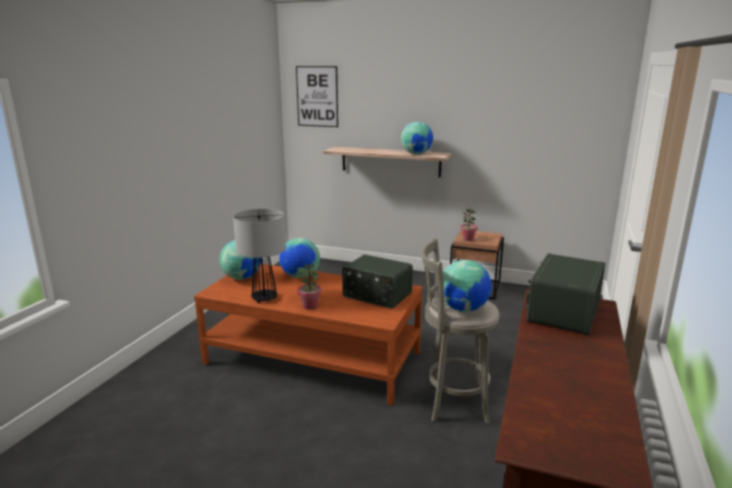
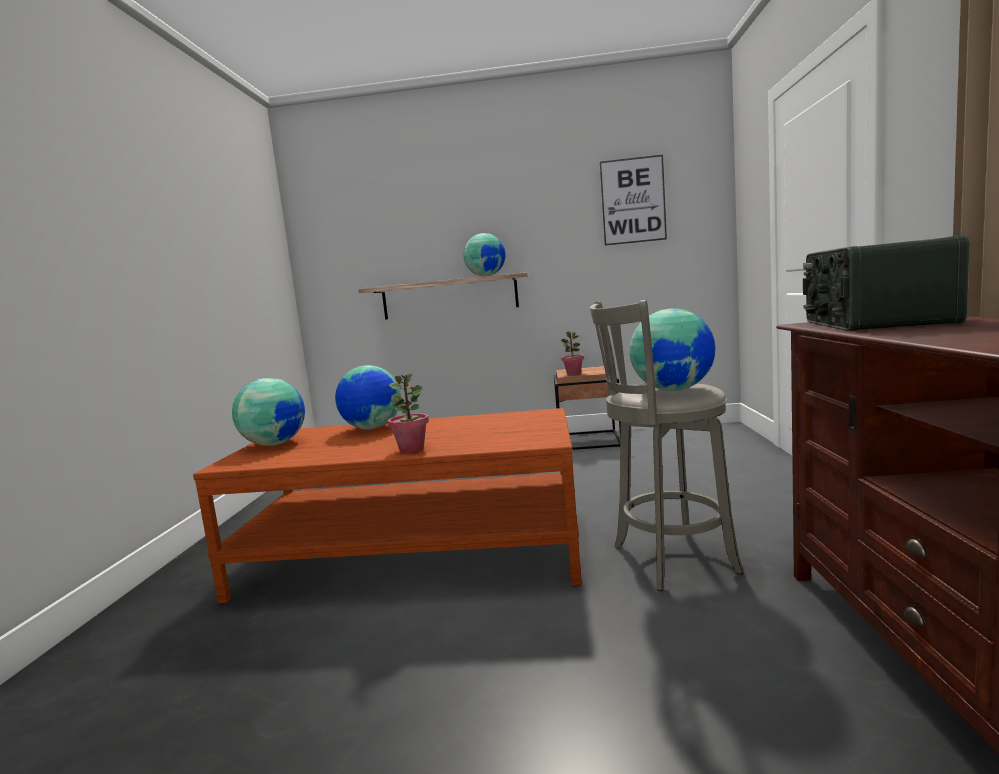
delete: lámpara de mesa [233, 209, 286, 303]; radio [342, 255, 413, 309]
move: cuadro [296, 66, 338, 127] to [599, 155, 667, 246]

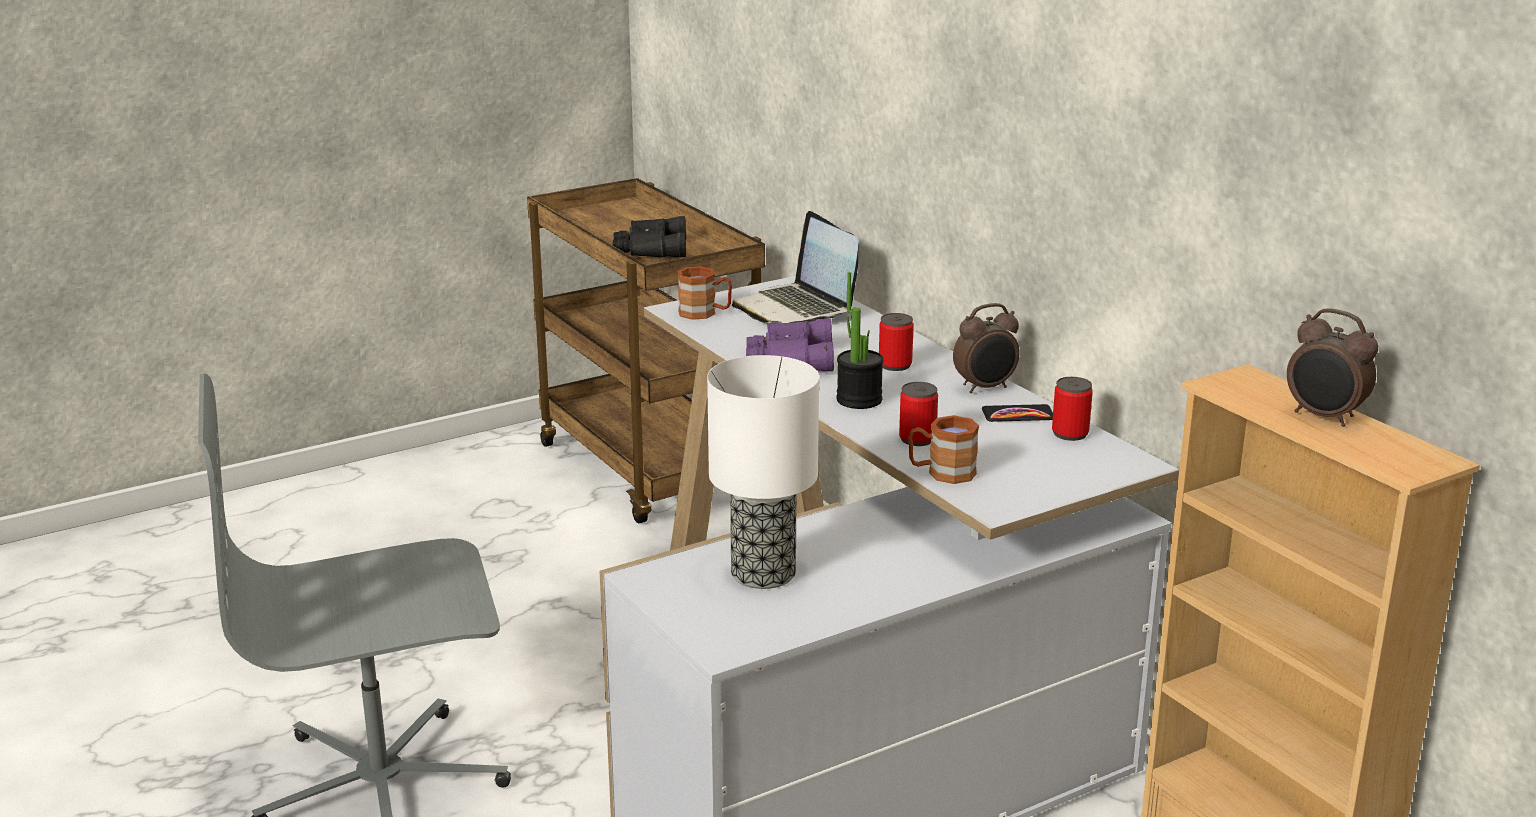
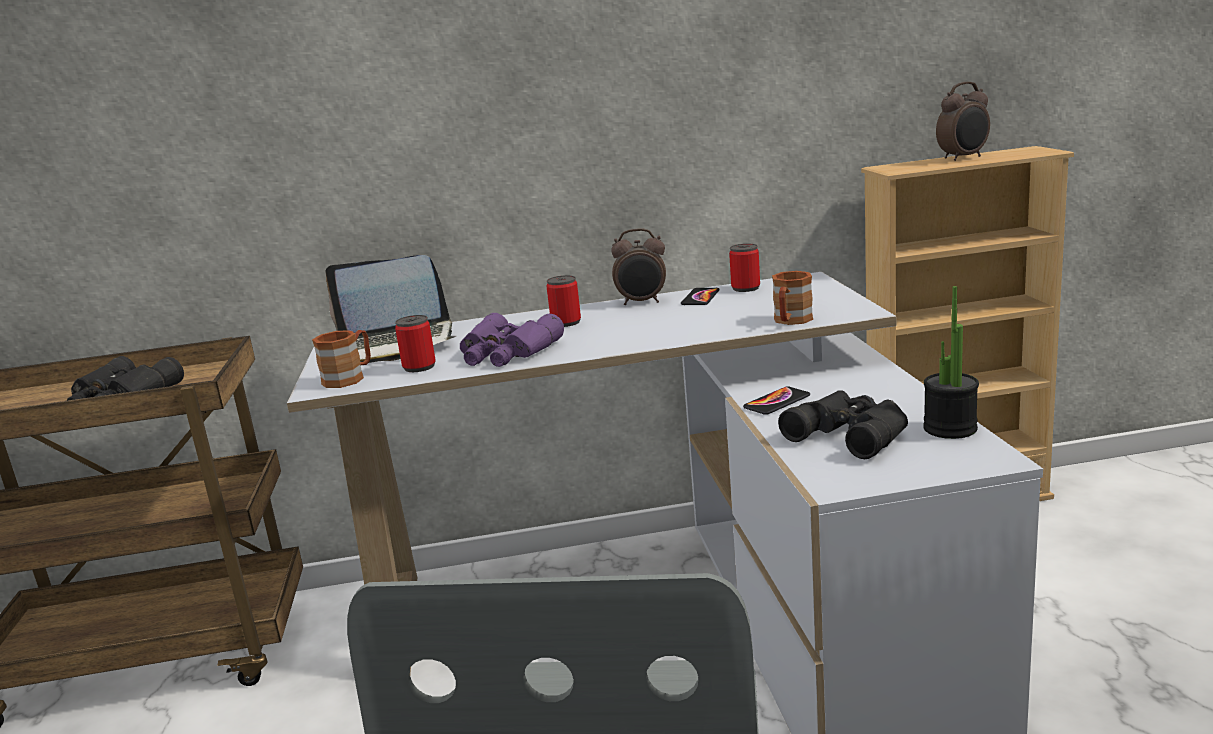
insert: móvil [743, 386, 810, 415]
move: planta en maceta [836, 272, 884, 409] to [923, 286, 979, 439]; lata [899, 382, 938, 446] to [395, 315, 436, 372]
replace: lámpara de mesa [707, 355, 819, 589] to prismáticos (negro) [778, 390, 908, 459]
rotate: despertador [953, 303, 1020, 393] = [611, 228, 666, 305] 90 degrees clockwise

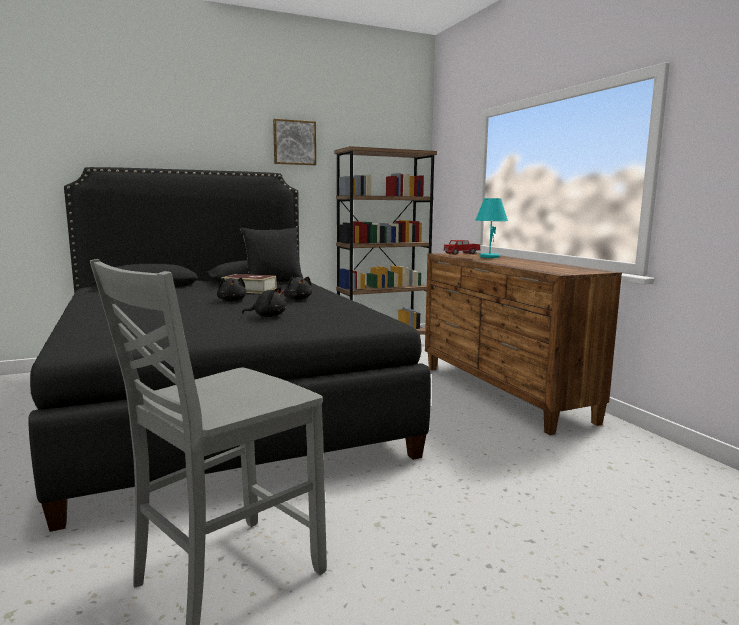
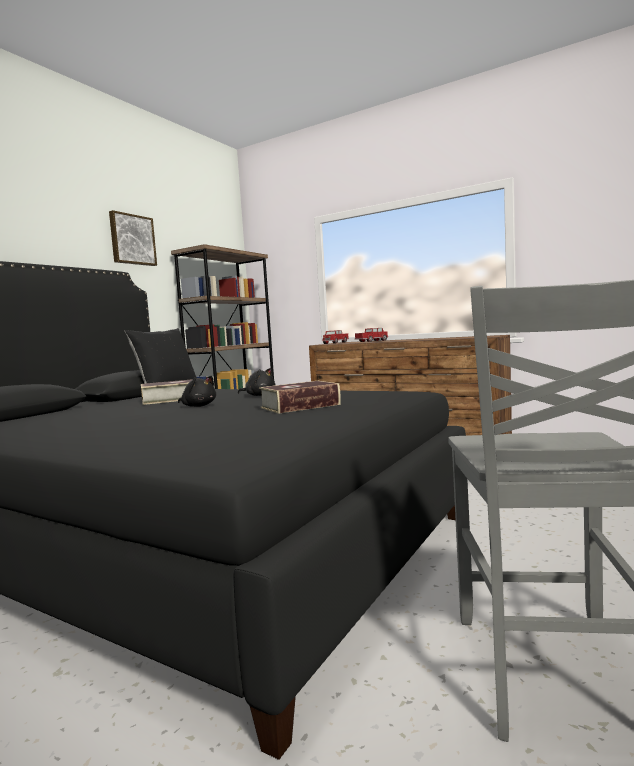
replace: peluche (negro) [242, 287, 286, 317] to libro [259, 381, 341, 414]; lámpara de mesa (turquesa) [475, 198, 508, 258] to camión de juguete [355, 328, 388, 342]

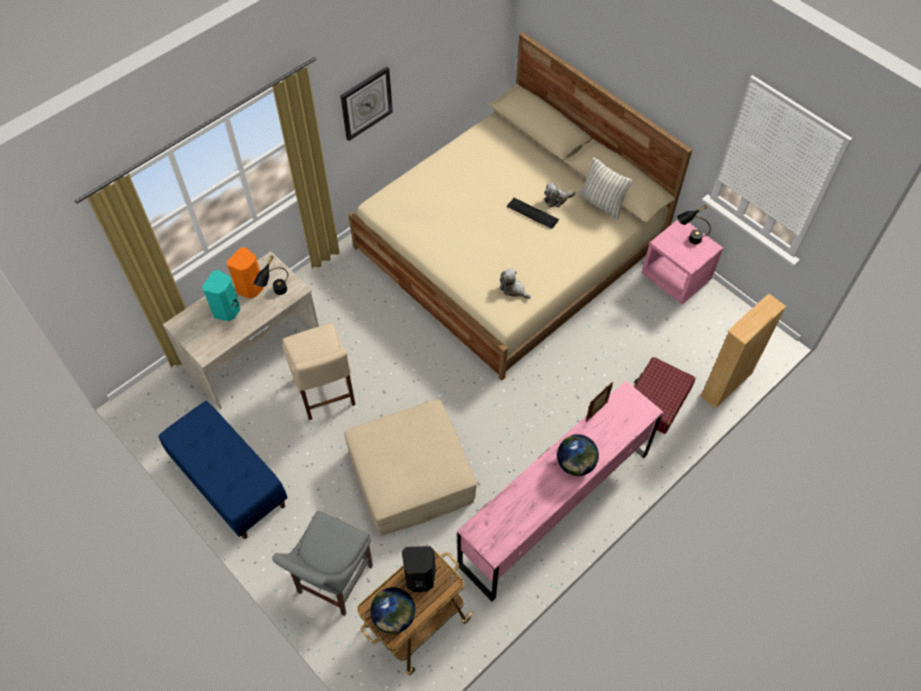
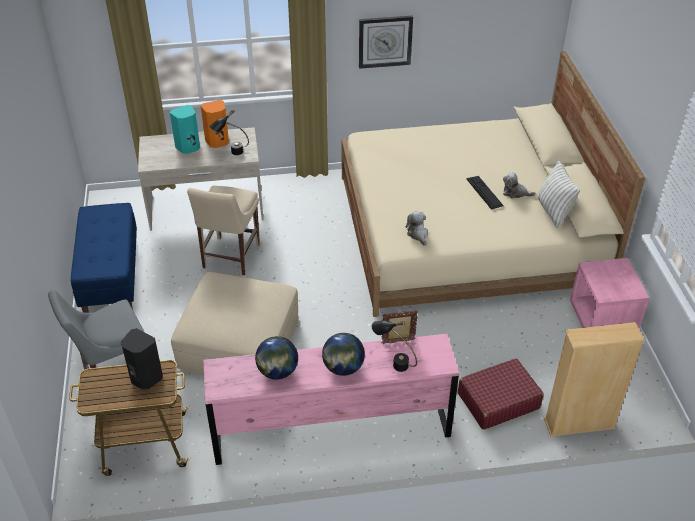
move: globo terráqueo [370, 587, 415, 634] to [255, 336, 298, 380]; lámpara de mesa (negro) [677, 205, 711, 244] to [372, 320, 417, 372]

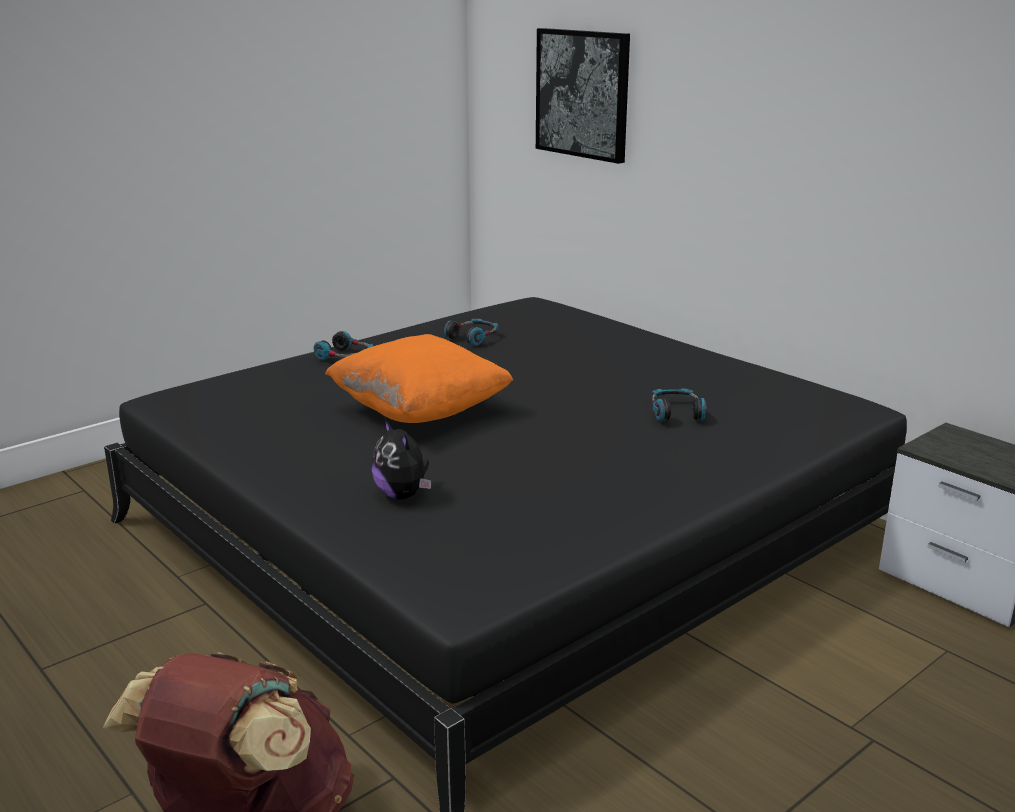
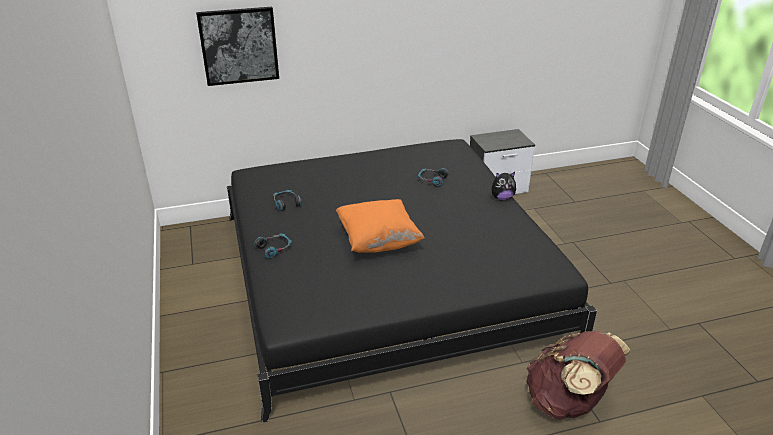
move: peluche [372, 419, 431, 500] to [491, 172, 516, 201]

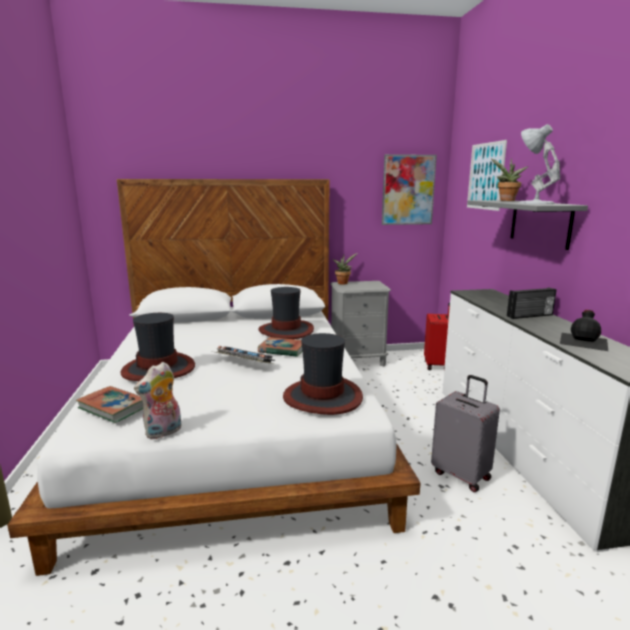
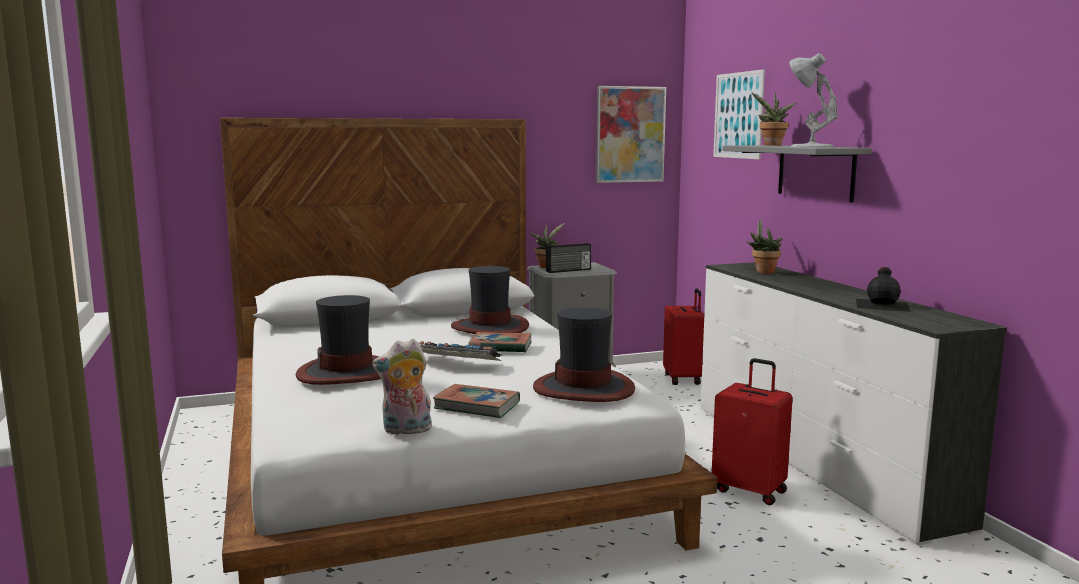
insert: planta en maceta [747, 218, 782, 274]
move: libro [76, 386, 143, 423] to [433, 384, 520, 418]; radio [507, 288, 556, 319] to [546, 243, 591, 273]
recolor: maleta (gris) [431, 375, 500, 492] to maleta (rojo) [712, 358, 793, 505]
rotate: peluche [134, 362, 181, 440] = [372, 339, 434, 435] 45 degrees clockwise

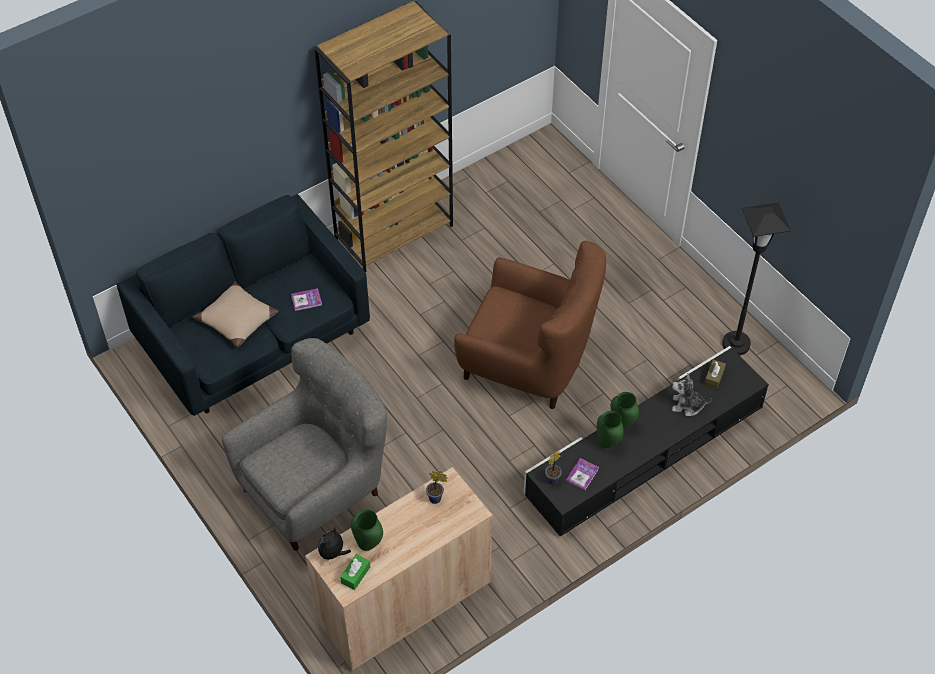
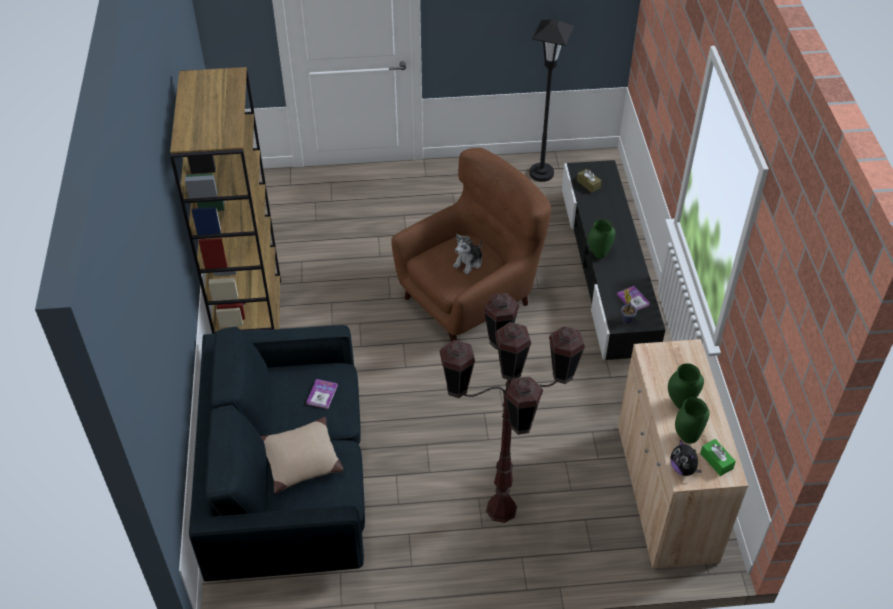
delete: planta en maceta [426, 471, 447, 504]
move: florero (verde) [597, 411, 624, 448] to [668, 363, 704, 409]; peluche [672, 373, 712, 416] to [453, 234, 482, 274]
replace: sillón (gris) [222, 338, 387, 551] to lámpara de pie (marrón) [439, 293, 585, 523]

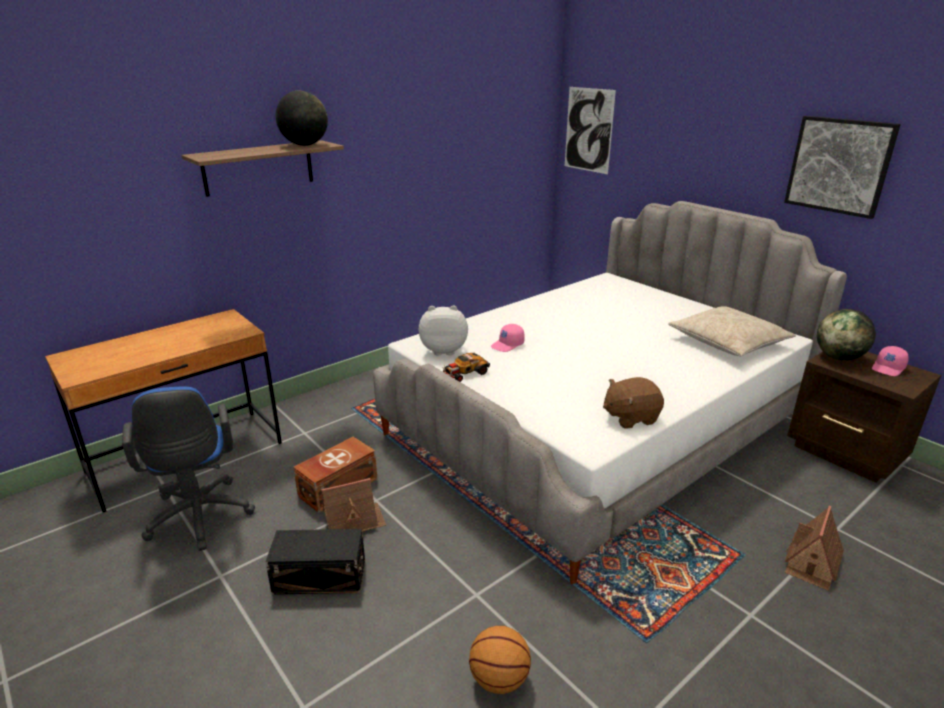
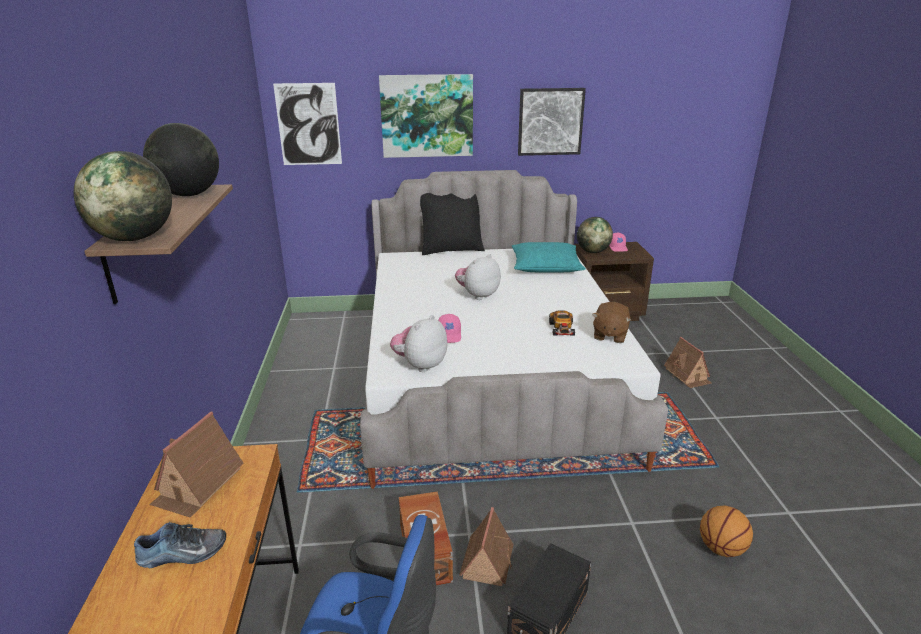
insert: globo terráqueo [74, 151, 172, 241]; zapato [134, 522, 226, 568]; casita [149, 411, 244, 518]; cuadro [379, 74, 473, 158]; cojín (negro) [420, 193, 485, 255]; peluche [455, 254, 501, 300]
move: coche de juguete [442, 353, 490, 382] to [549, 310, 575, 336]
recolor: cojín (beis) [668, 306, 796, 357] to cojín (turquesa) [512, 242, 586, 273]

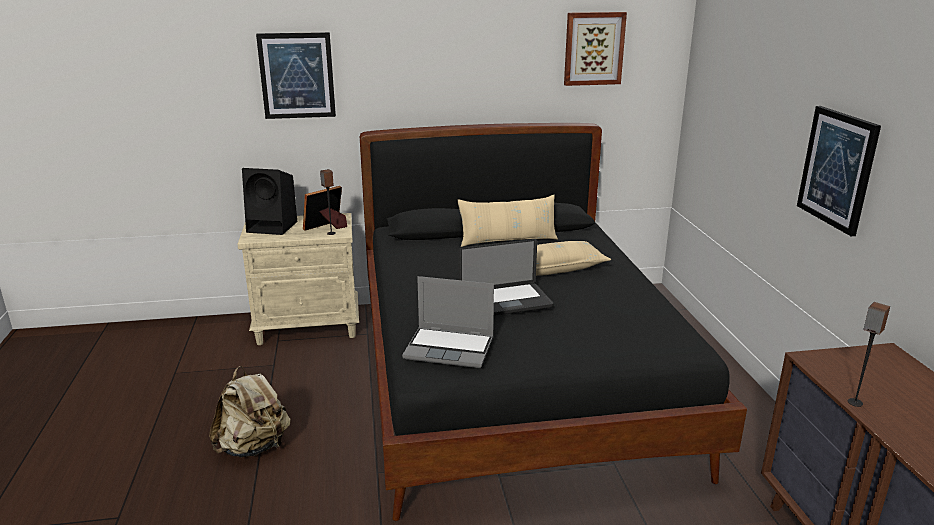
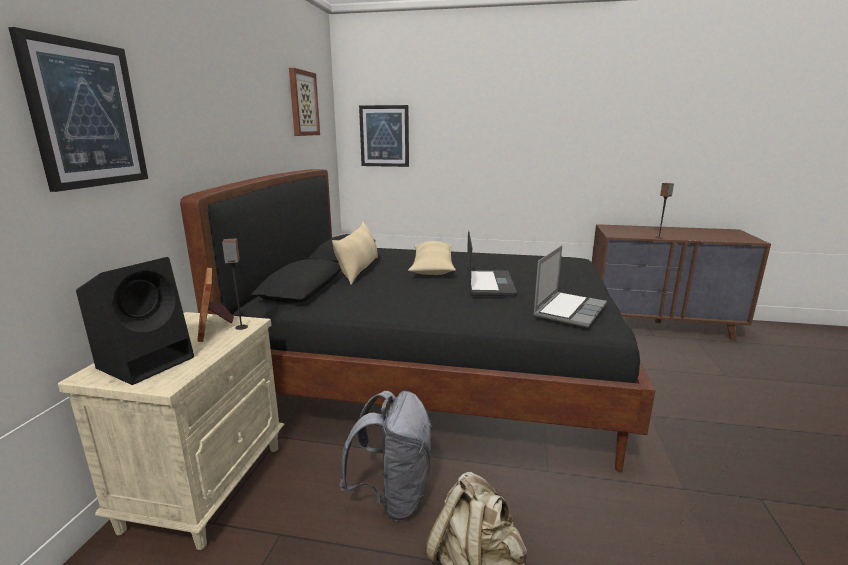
insert: mochila (gris) [339, 391, 432, 521]
move: cuadro [797, 106, 881, 236] to [359, 105, 409, 167]

